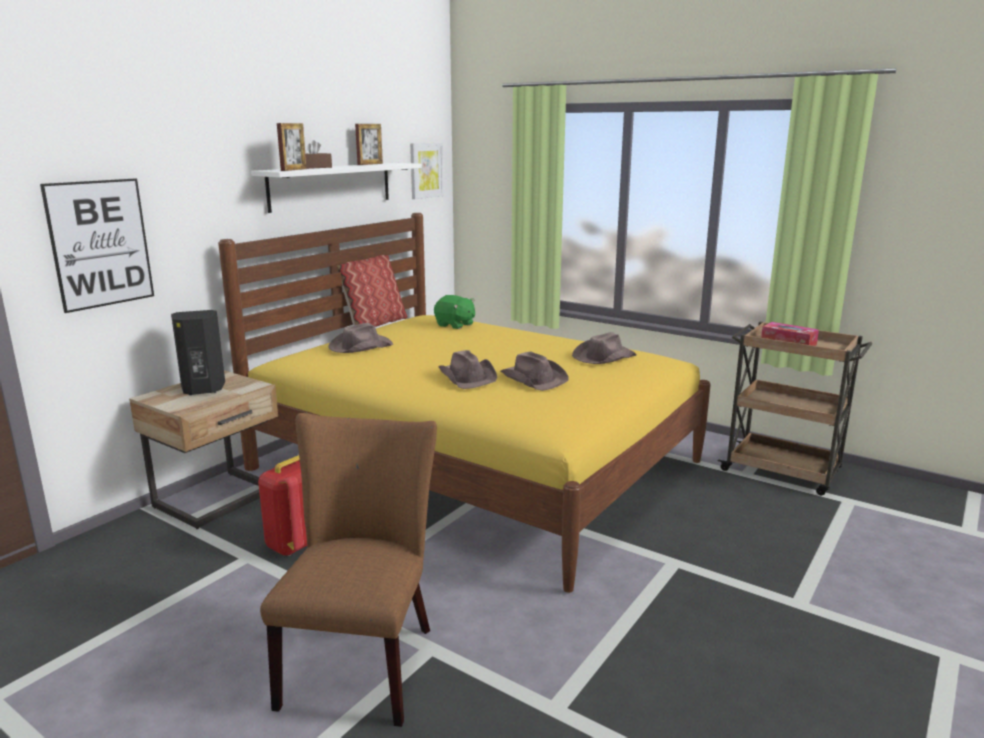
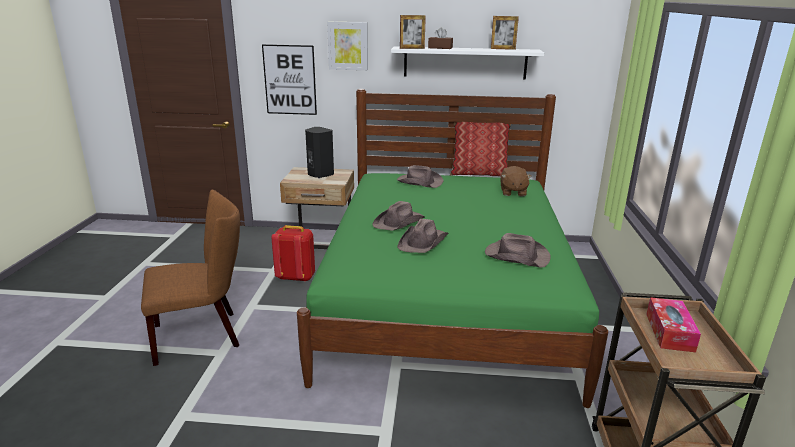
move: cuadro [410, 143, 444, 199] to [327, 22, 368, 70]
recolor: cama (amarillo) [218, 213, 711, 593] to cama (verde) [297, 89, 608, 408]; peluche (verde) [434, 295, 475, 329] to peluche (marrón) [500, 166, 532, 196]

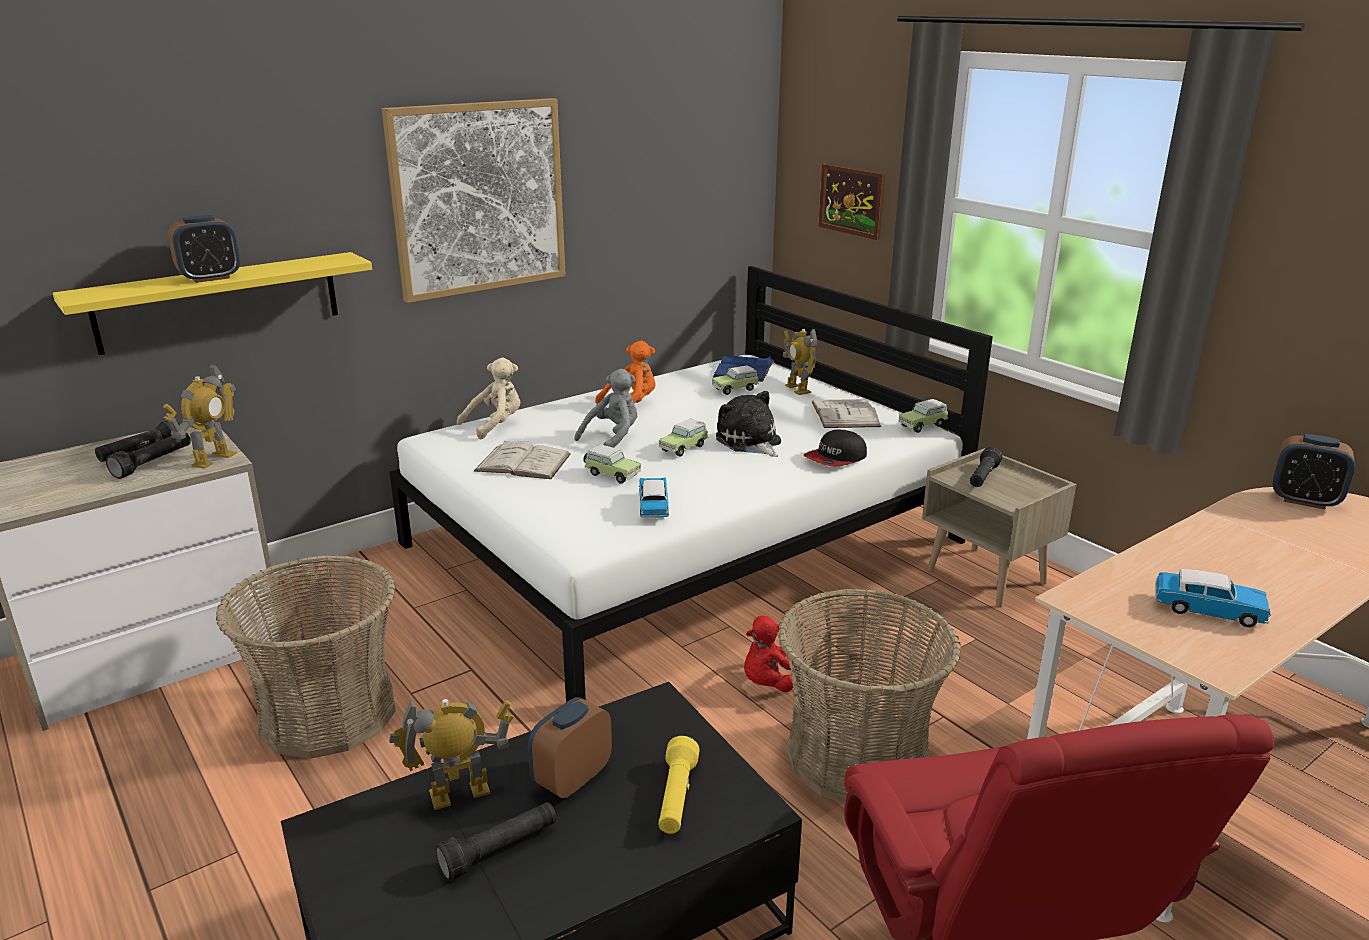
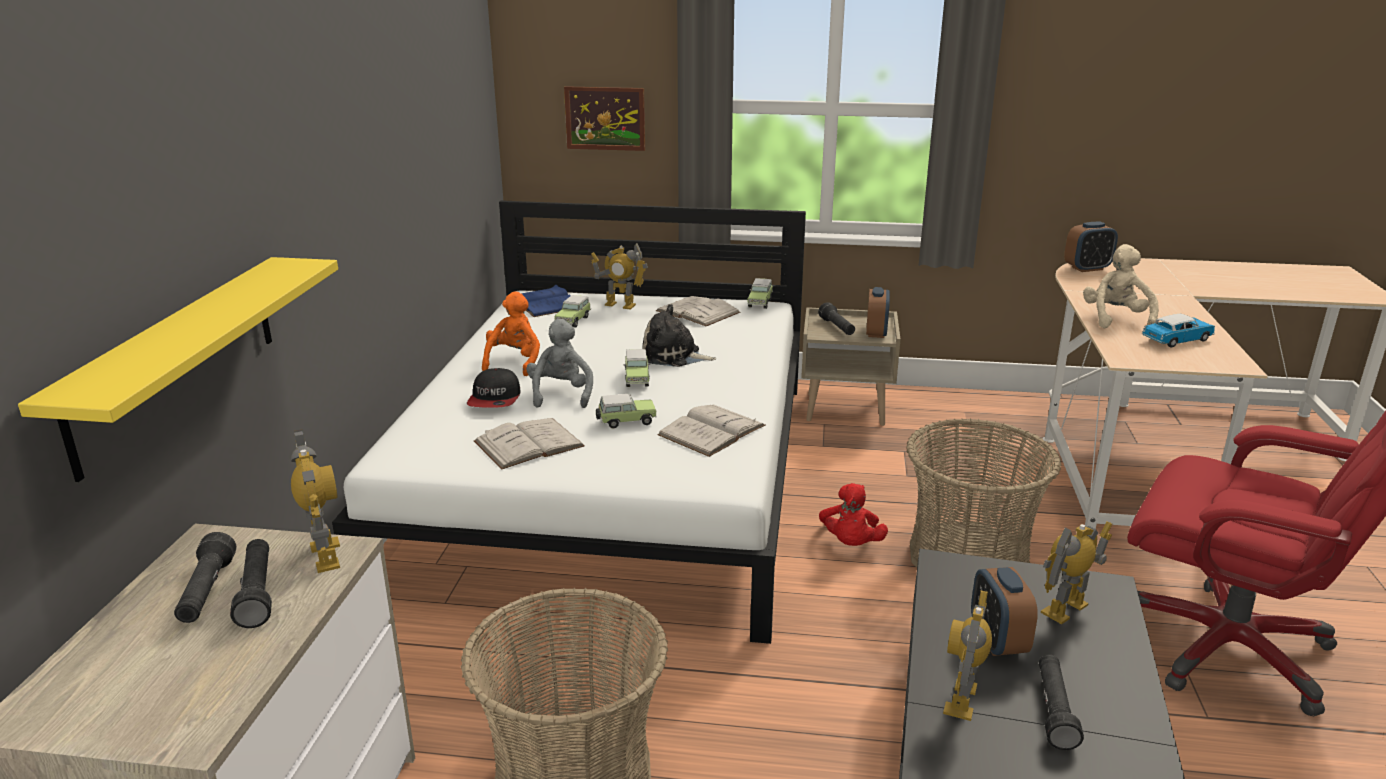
delete: cuadro [382, 98, 566, 303]
move: despertador [168, 215, 240, 283] to [866, 287, 890, 338]; peluche (beis) [457, 358, 520, 440] to [1083, 244, 1159, 329]; gorra [804, 430, 867, 467] to [467, 368, 520, 408]
replace: coche de juguete [639, 478, 669, 518] to libro (blanco) [657, 404, 766, 457]; linterna (amarillo) [658, 736, 699, 834] to robot de juguete [1041, 521, 1112, 624]

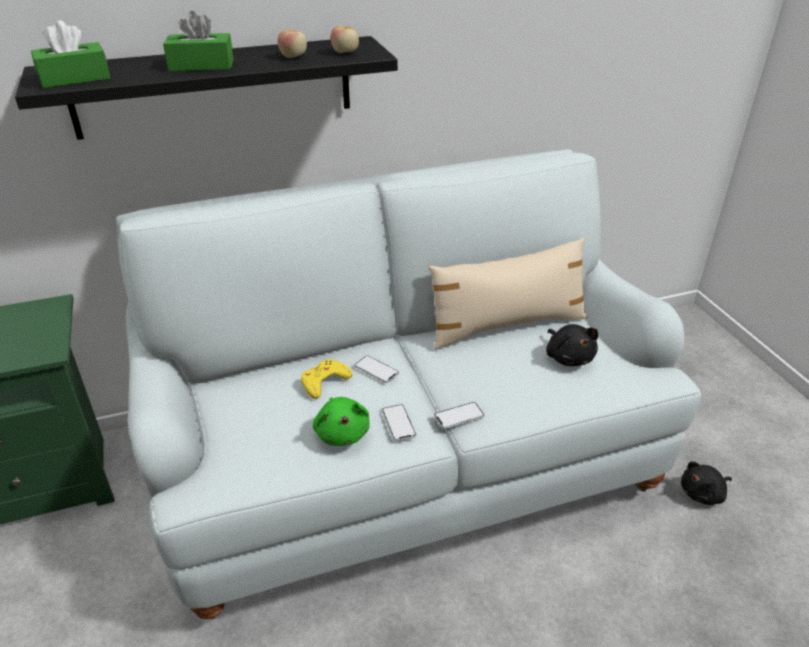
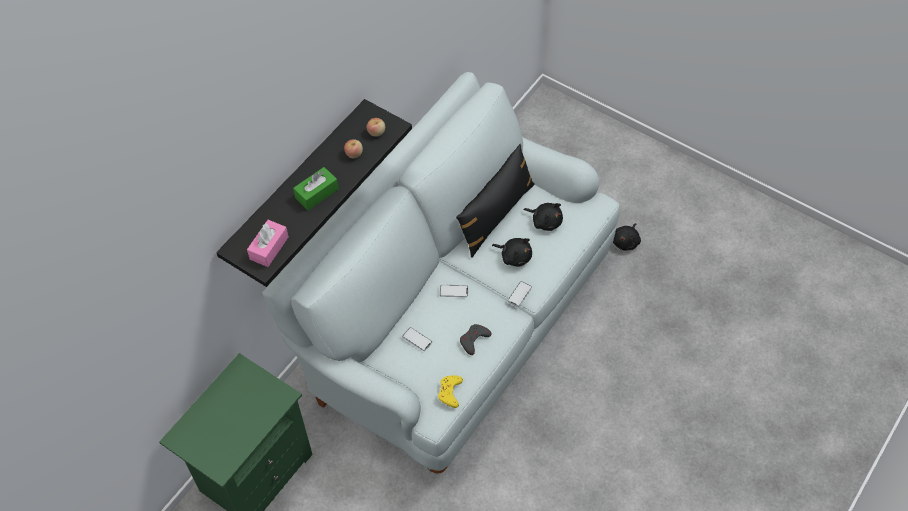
insert: peluche (negro) [492, 238, 532, 267]
move: mando de consola (amarillo) [301, 359, 353, 399] to [438, 375, 463, 408]; móvil [382, 404, 416, 441] to [402, 327, 432, 351]
replace: peluche (verde) [313, 397, 370, 446] to mando de consola (gris) [460, 324, 492, 355]
recolor: caja de pañuelos (verde) [31, 20, 110, 88] to caja de pañuelos (rosa) [247, 220, 289, 267]; cojín (beis) [429, 238, 588, 349] to cojín (negro) [456, 144, 535, 258]

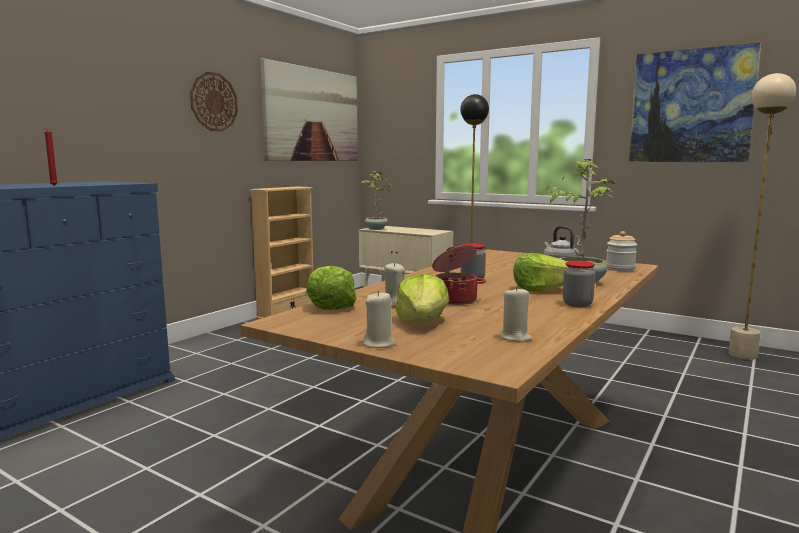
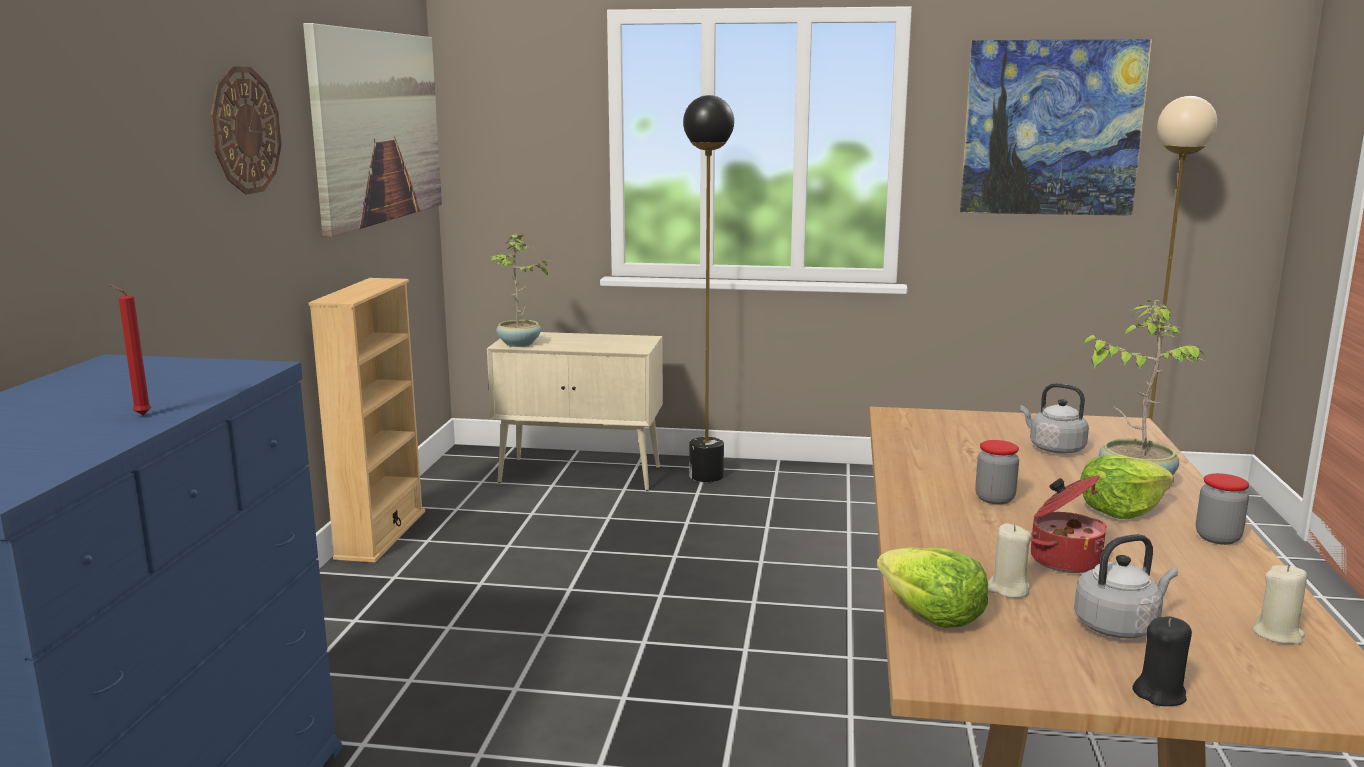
delete: tarro [606, 231, 637, 271]
replace: lechuga [395, 274, 449, 322] to hervidor (gris) [1074, 534, 1178, 639]
recolor: vela (beis) [363, 291, 396, 348] to vela (negro) [1133, 616, 1192, 706]

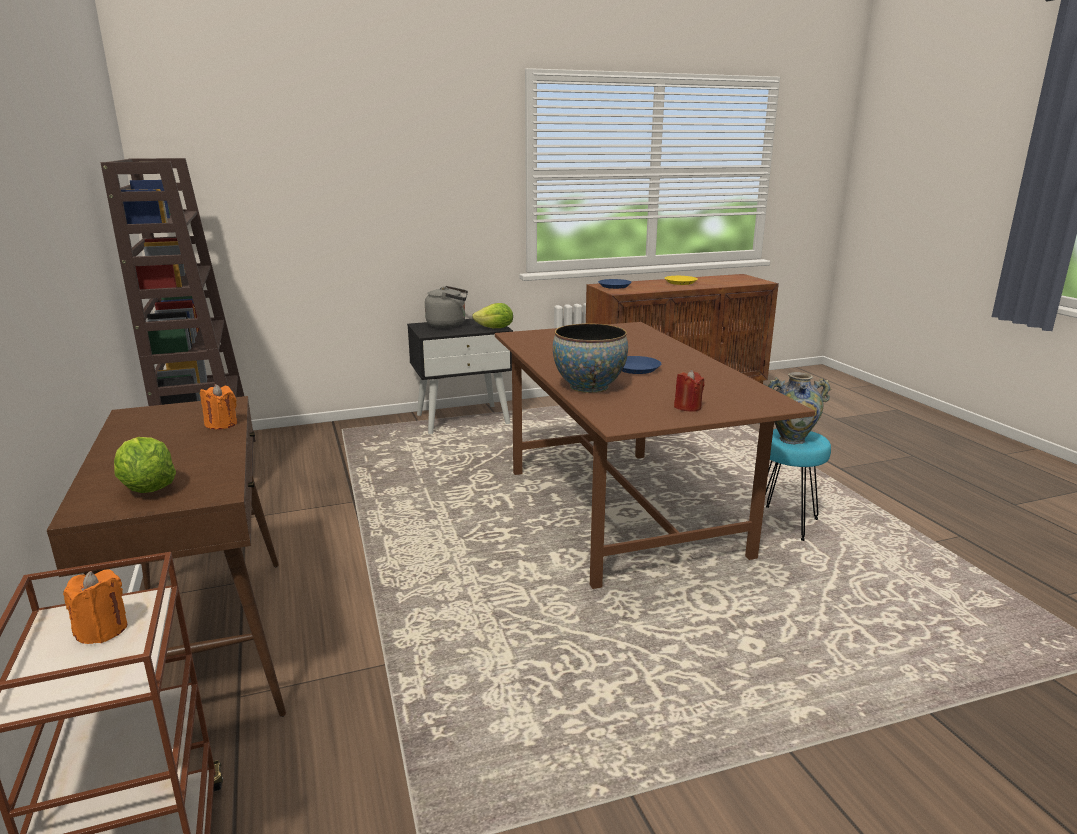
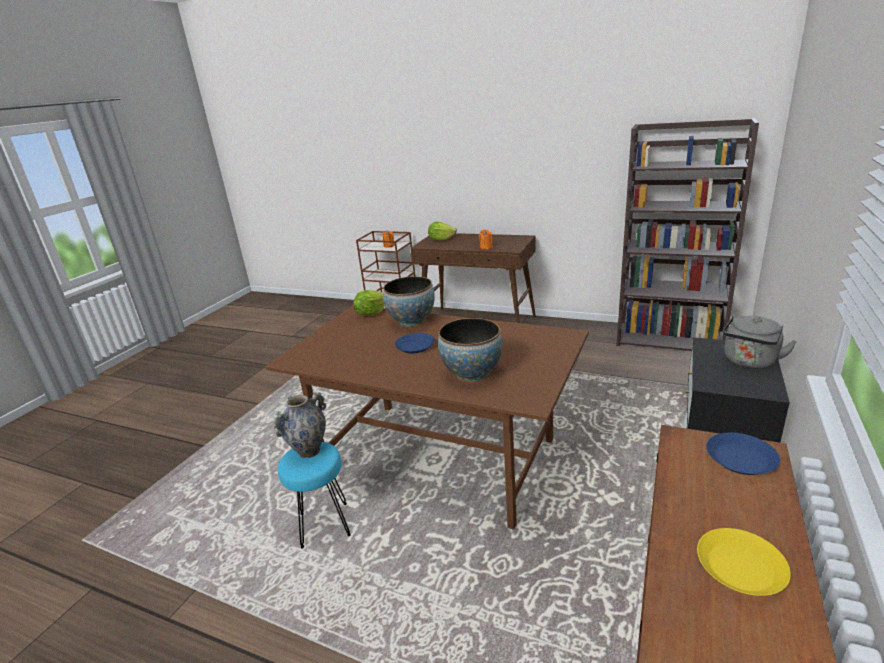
delete: vela (rojo) [674, 370, 705, 412]
insert: cuenco [438, 318, 502, 382]
move: lechuga [472, 303, 513, 328] to [354, 290, 385, 316]

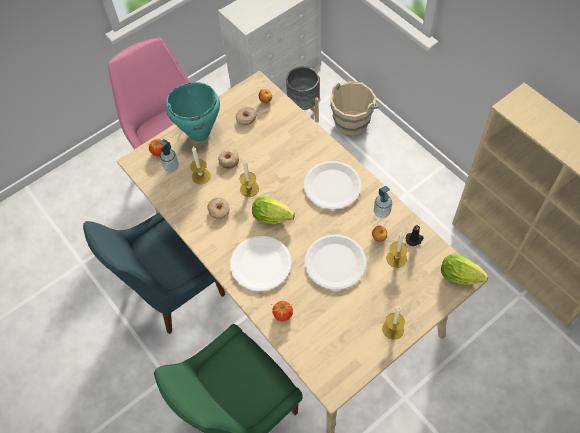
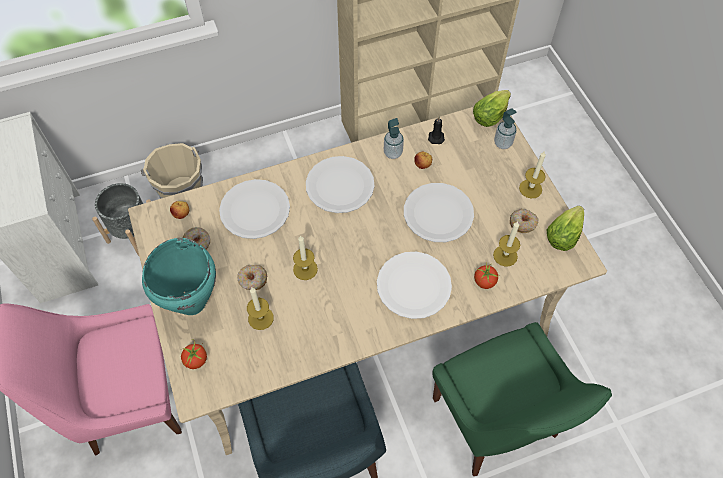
insert: plato (blanco) [219, 179, 290, 239]
move: dispensador de jabón [159, 139, 179, 172] to [494, 108, 517, 149]; rosquilla [207, 198, 230, 219] to [510, 209, 538, 233]; lechuga [252, 196, 295, 224] to [547, 206, 584, 251]; vela [386, 232, 408, 268] to [493, 222, 520, 267]

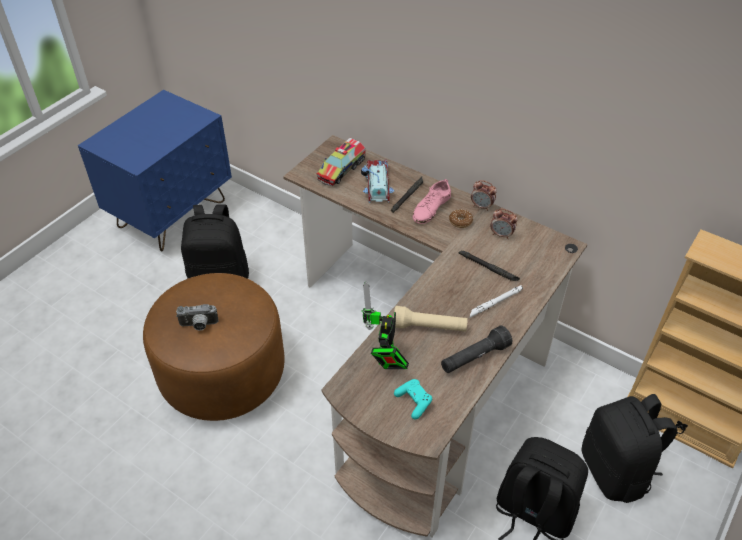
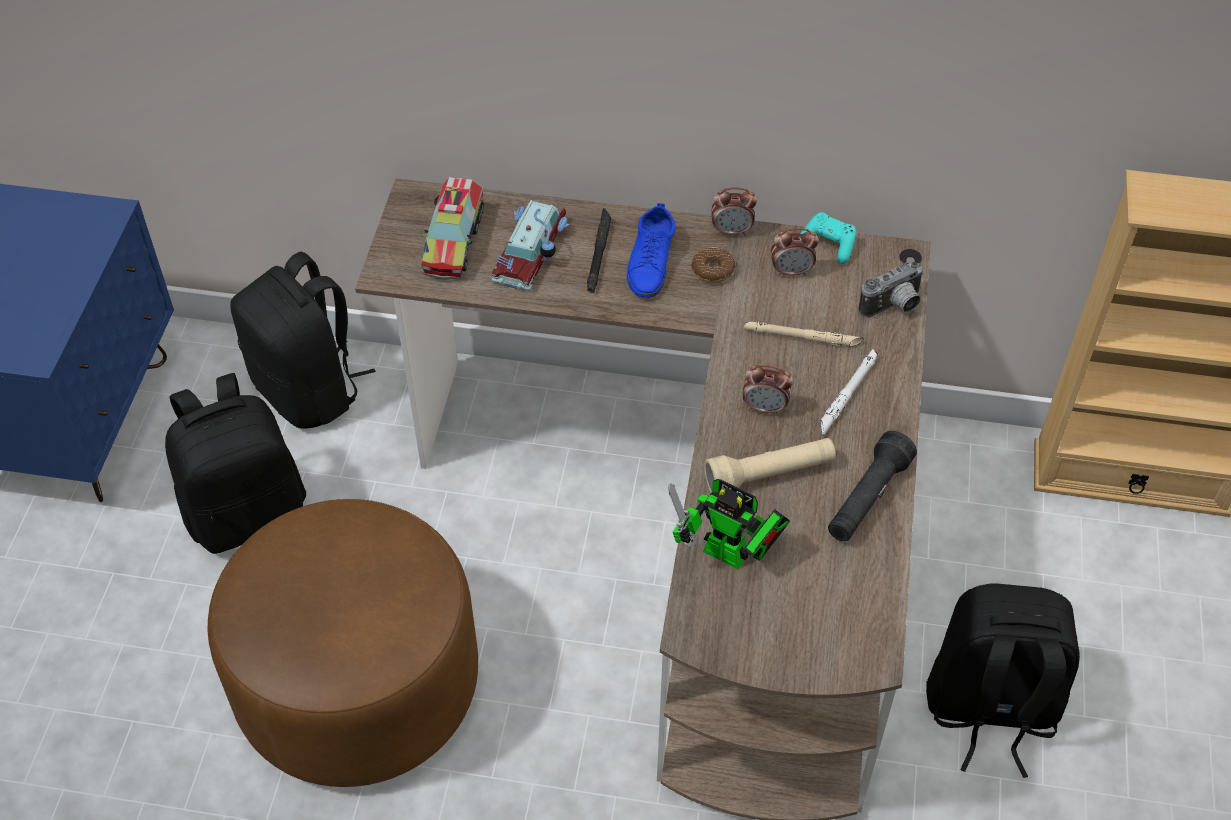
insert: despertador [743, 365, 793, 415]
move: cámara [176, 304, 218, 331] to [858, 261, 924, 318]; mando de consola (turquesa) [394, 379, 432, 419] to [800, 212, 856, 264]; mochila (negro) [582, 394, 677, 503] to [230, 252, 376, 429]
recolor: zapato (rosa) [413, 179, 451, 224] to zapato (azul) [627, 203, 676, 298]; linterna (negro) [459, 250, 520, 281] to linterna (beis) [743, 322, 863, 347]
rotate: coche de juguete [361, 159, 395, 203] = [491, 200, 569, 290] 135 degrees counterclockwise; robot de juguete [361, 282, 409, 369] = [668, 479, 790, 569] 45 degrees counterclockwise

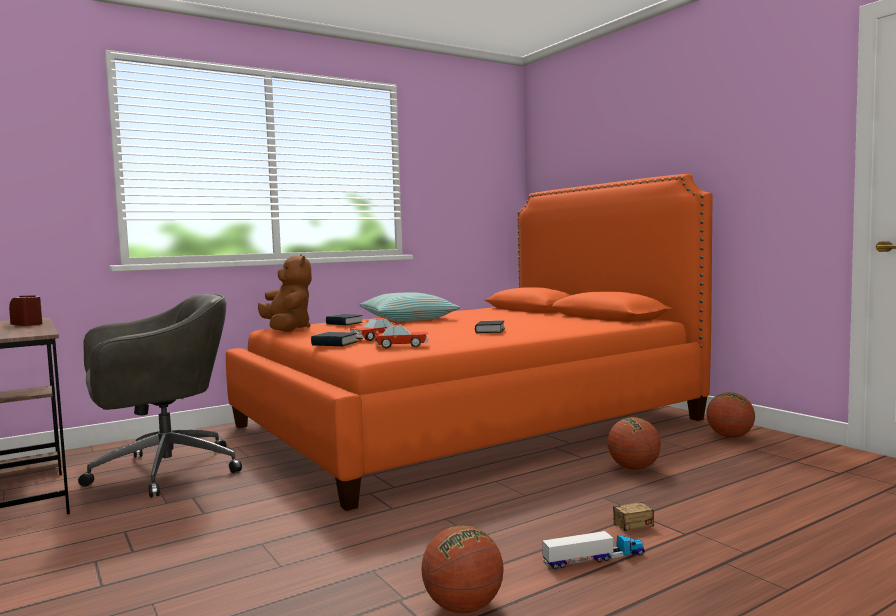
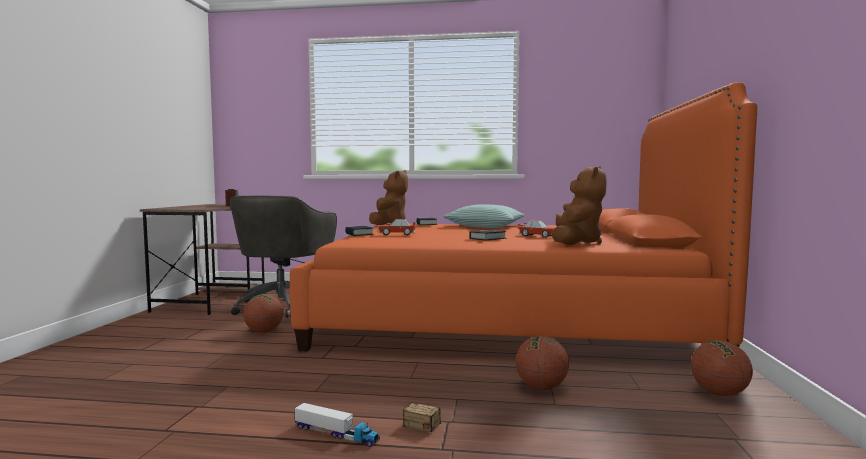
insert: peluche (marrón) [552, 166, 607, 245]
move: coche de juguete [374, 325, 429, 348] to [518, 220, 556, 238]; balón de baloncesto [422, 525, 504, 613] to [243, 294, 283, 333]
rotate: silla de oficina (gris) [78, 294, 242, 498] = [229, 195, 337, 318] 90 degrees clockwise

